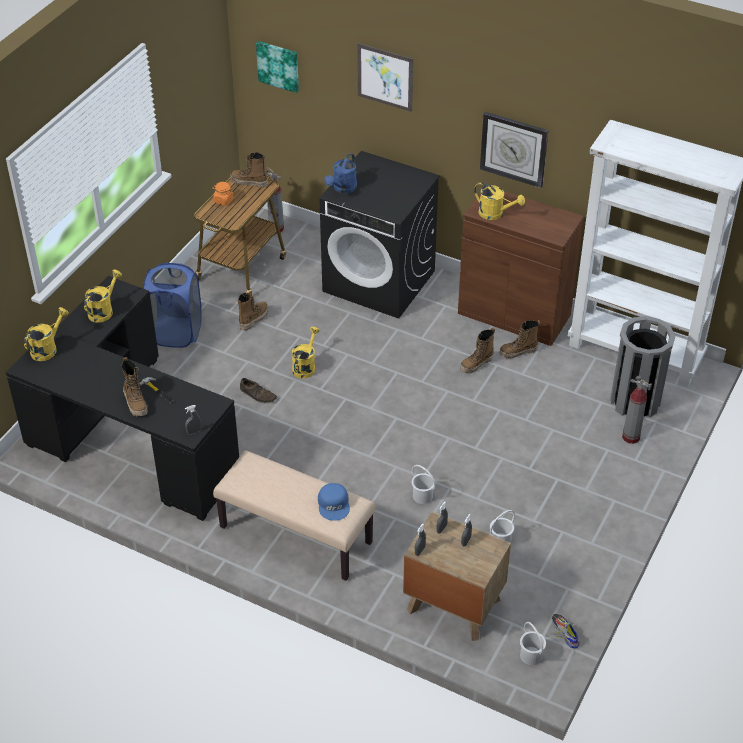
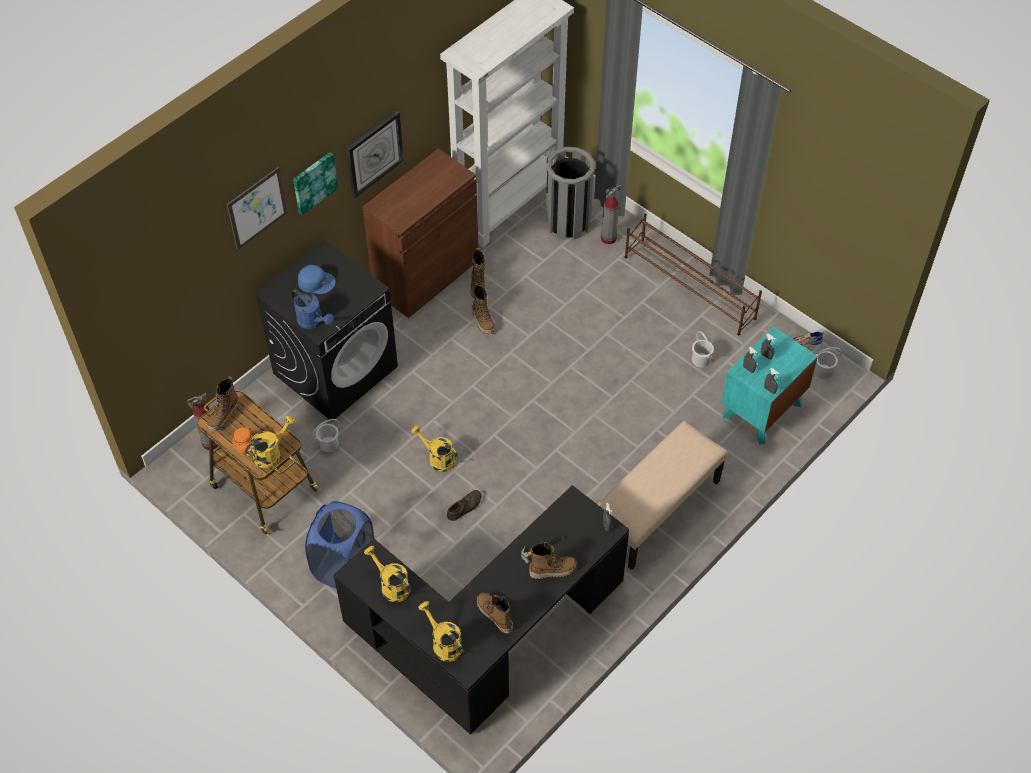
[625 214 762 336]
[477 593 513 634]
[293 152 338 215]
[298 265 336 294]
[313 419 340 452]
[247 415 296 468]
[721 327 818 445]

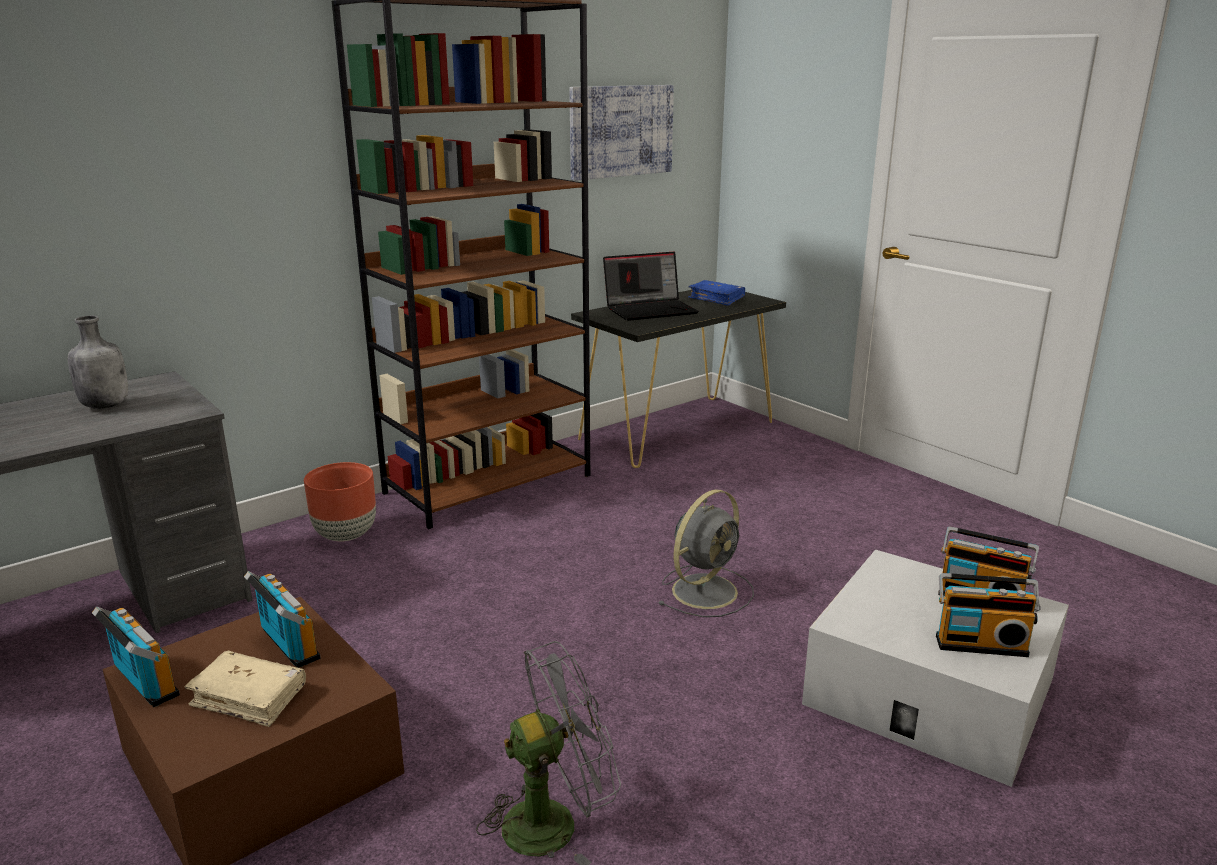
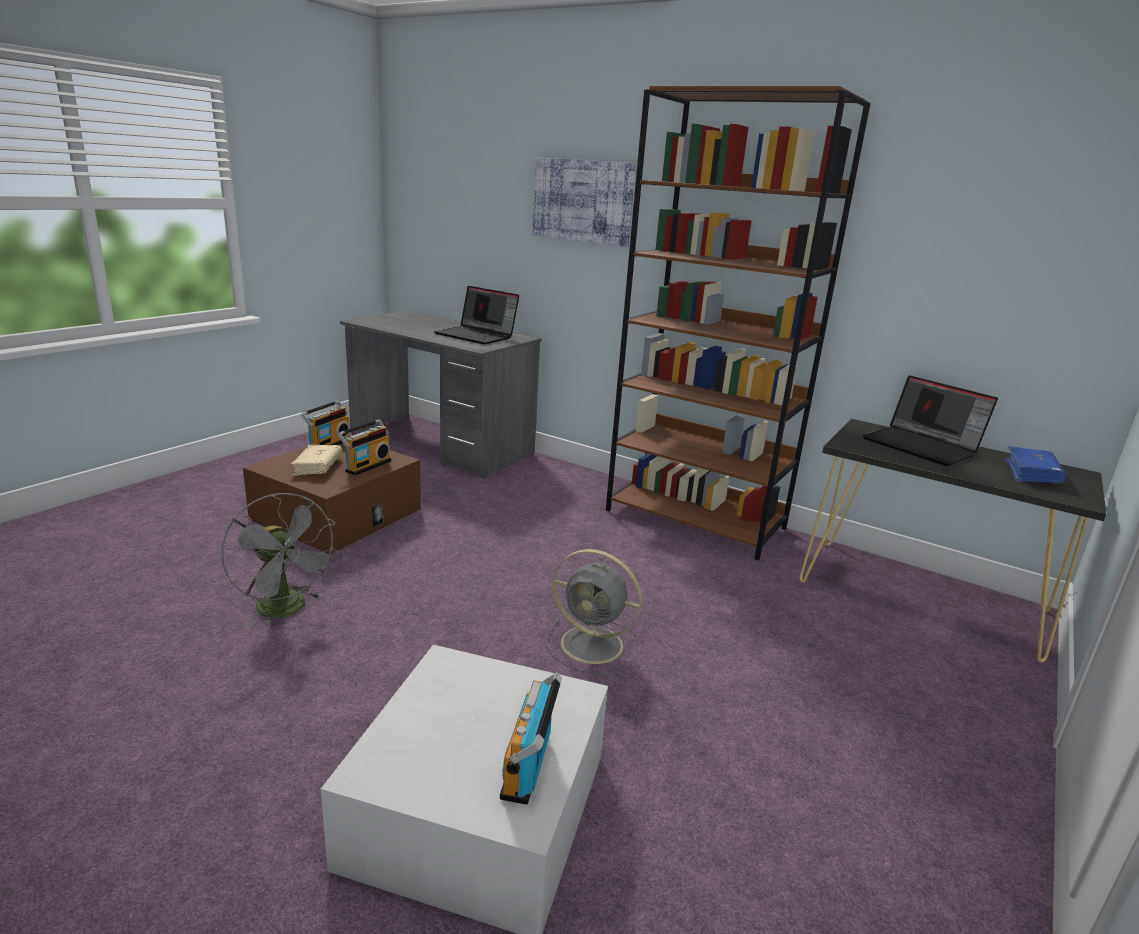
[304 462 376 541] (first image)
[936 573 1041 657] (first image)
[532 157 636 246]
[434 286 519 344]

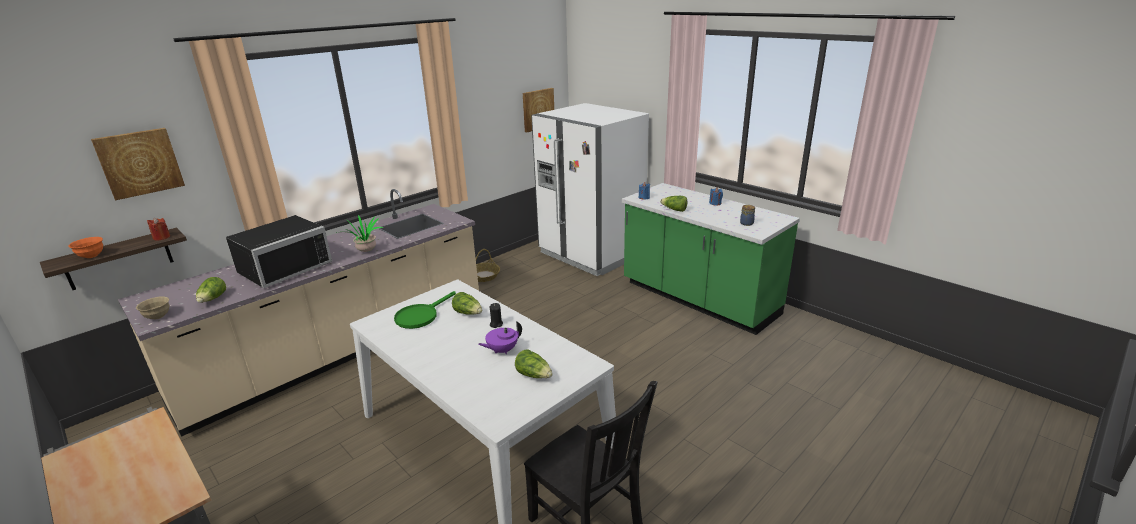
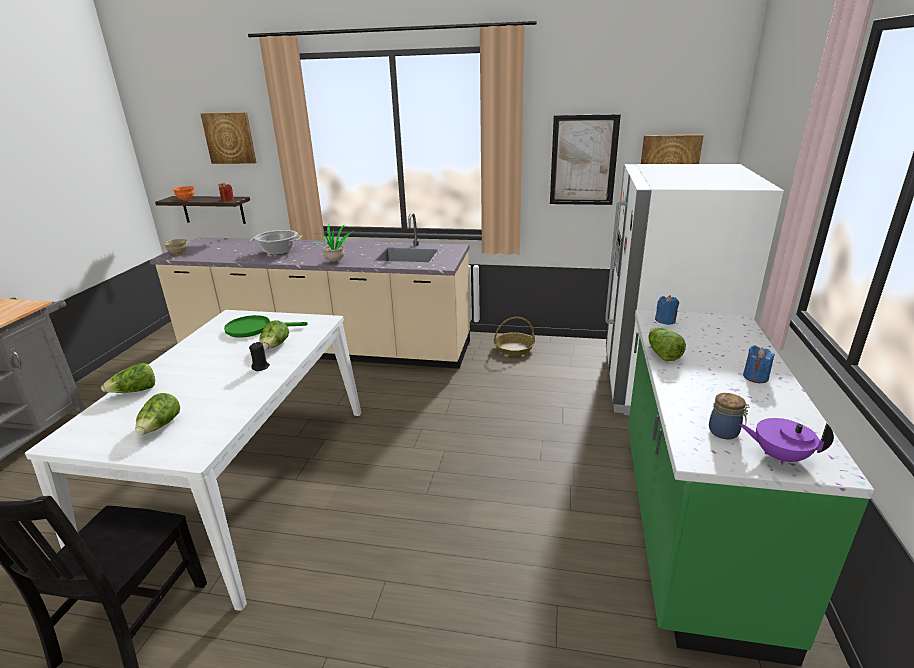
[550 114 621 205]
[101 363 155 393]
[739 418 834 465]
[250 230 302 255]

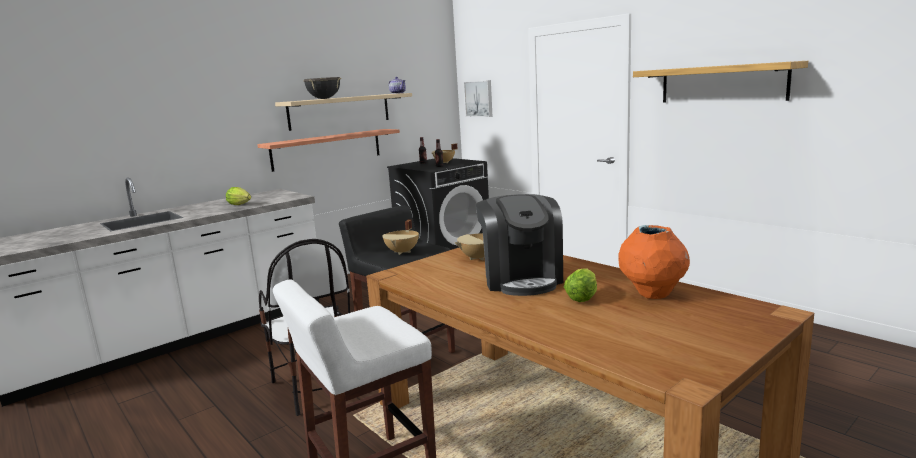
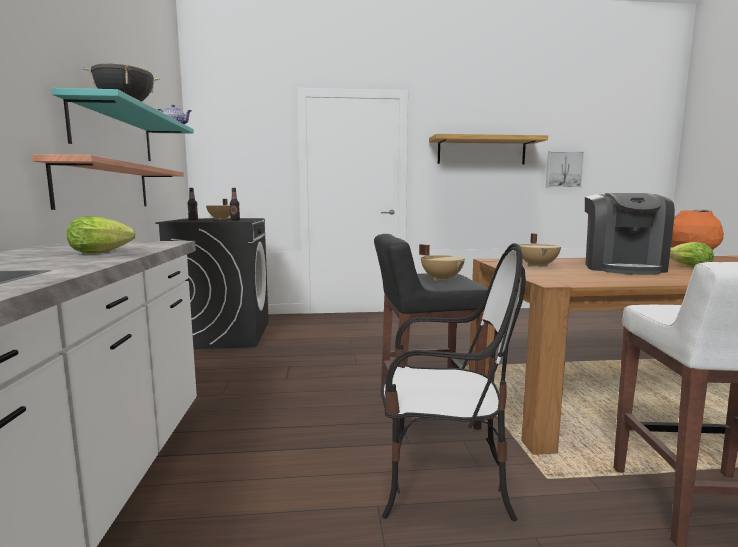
[546 151 584 188]
[52 88 194 161]
[585 193 675 275]

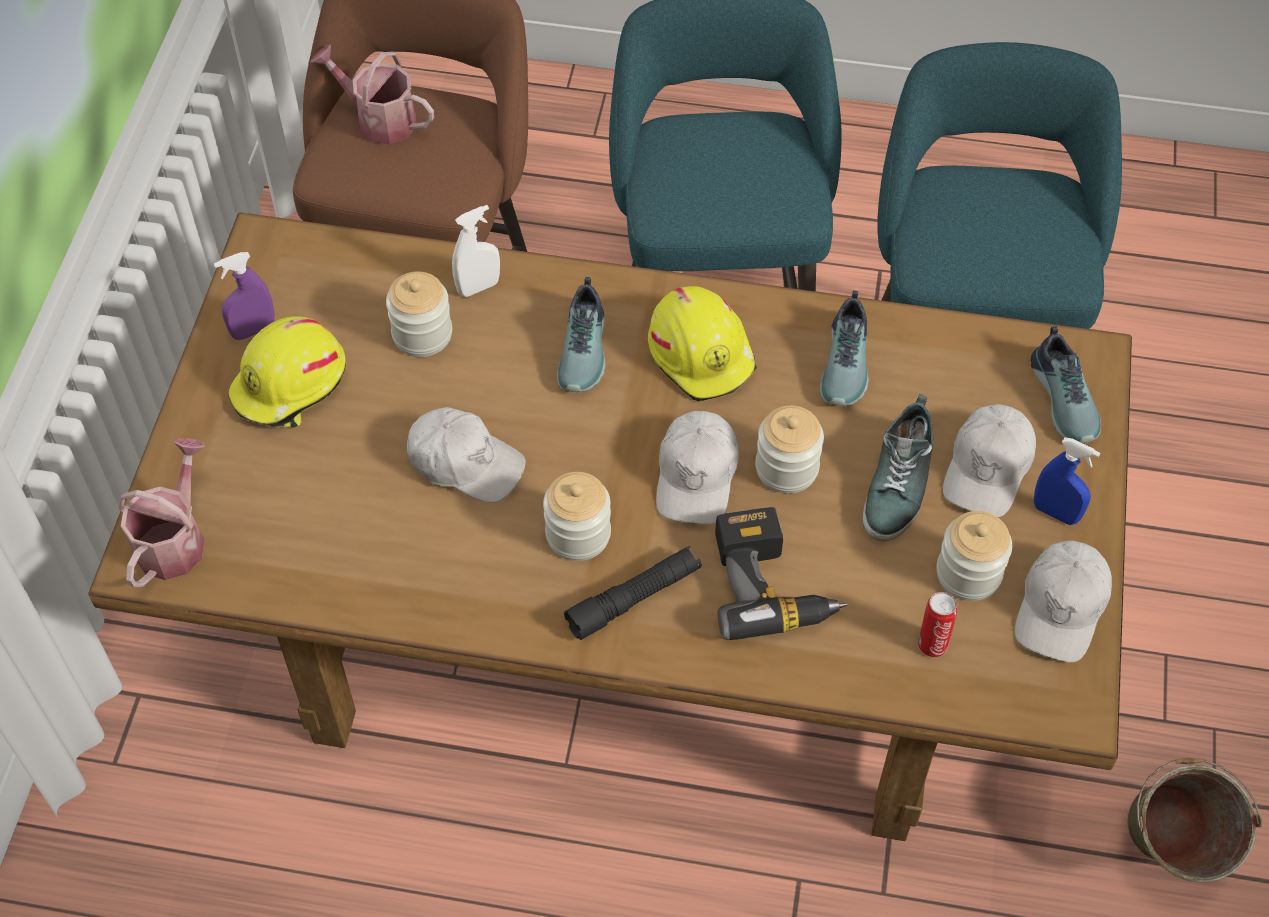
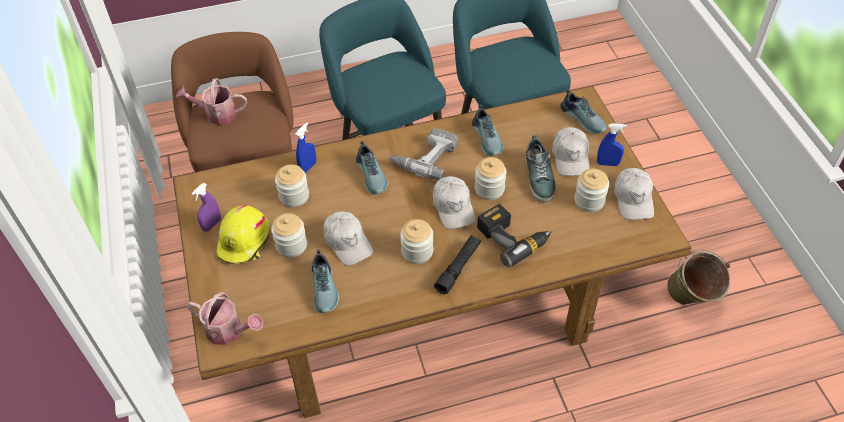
[918 592 958 657] (first image)
[271 213 307 258]
[312 249 339 313]
[389 128 458 180]
[295 123 316 173]
[187 292 263 345]
[323 211 373 266]

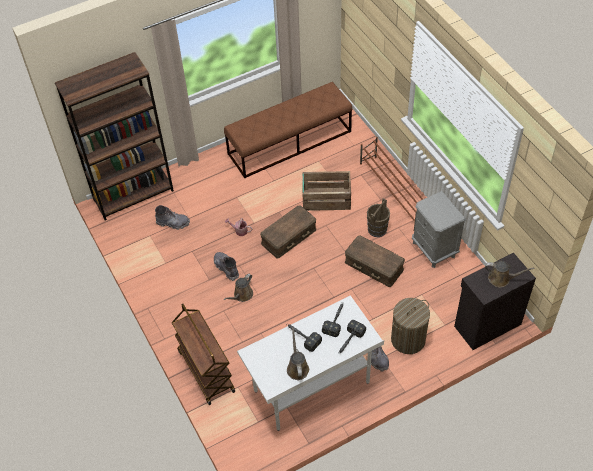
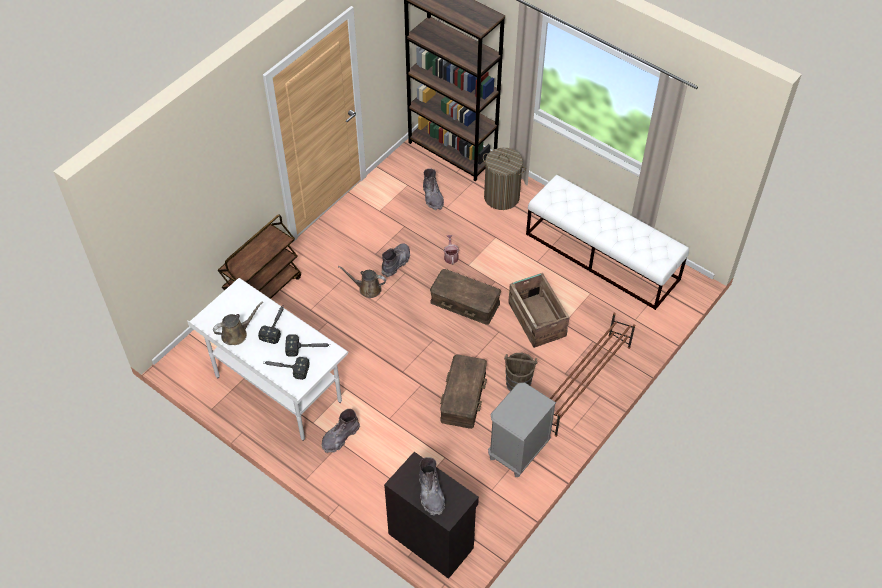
[483 148 526 210]
[419 457 445 515]
[526 175 689 310]

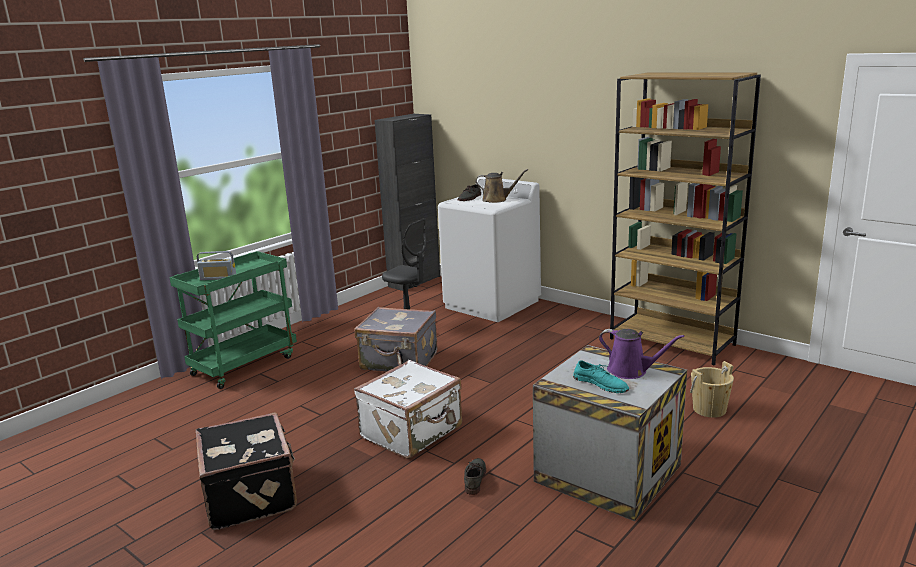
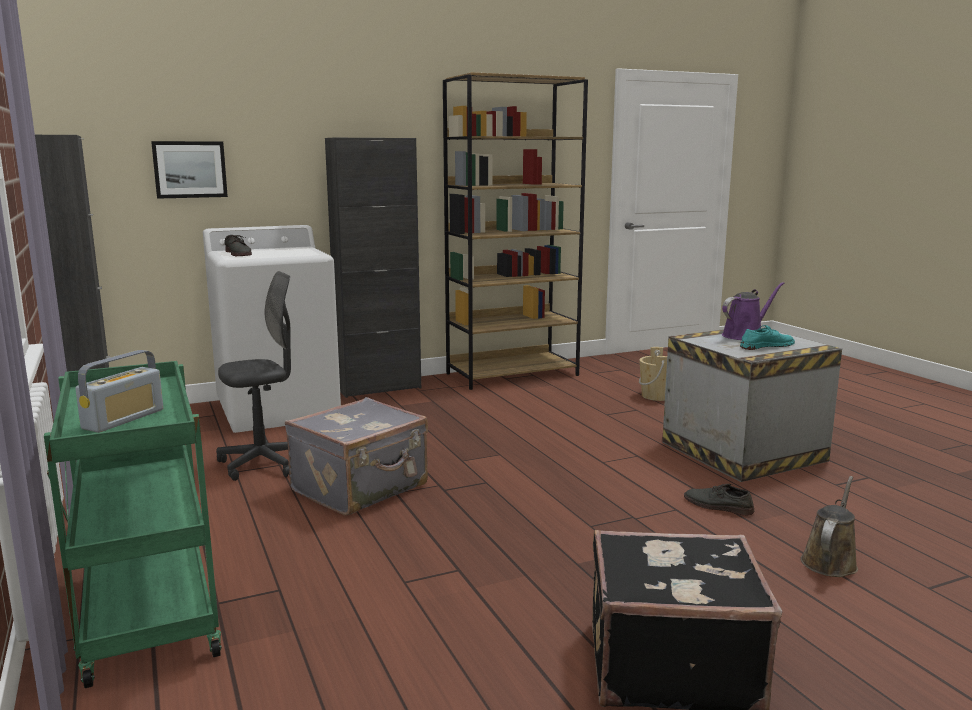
[354 360 462 459] (first image)
[151 141 228 199]
[325 137 421 398]
[801 476 858 577]

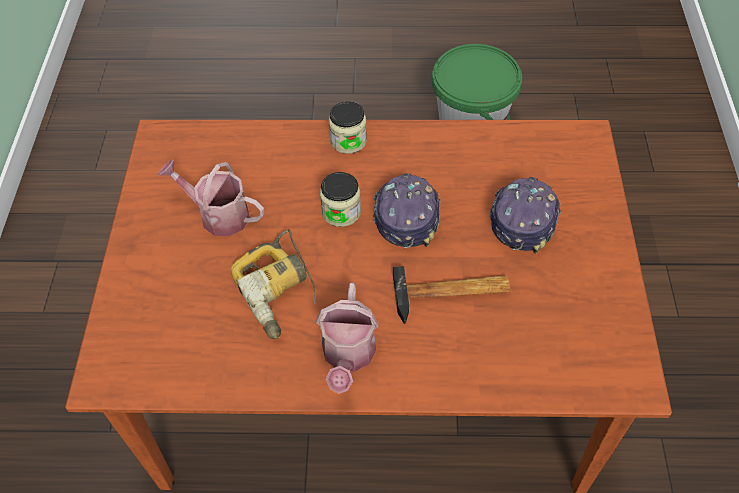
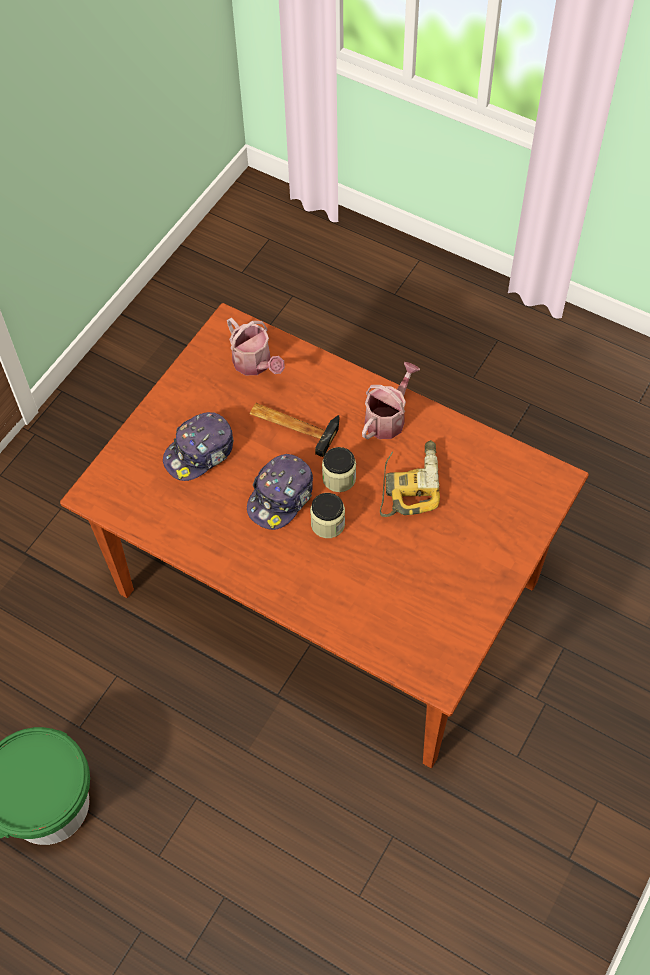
[227 318 285 375]
[322 447 356 492]

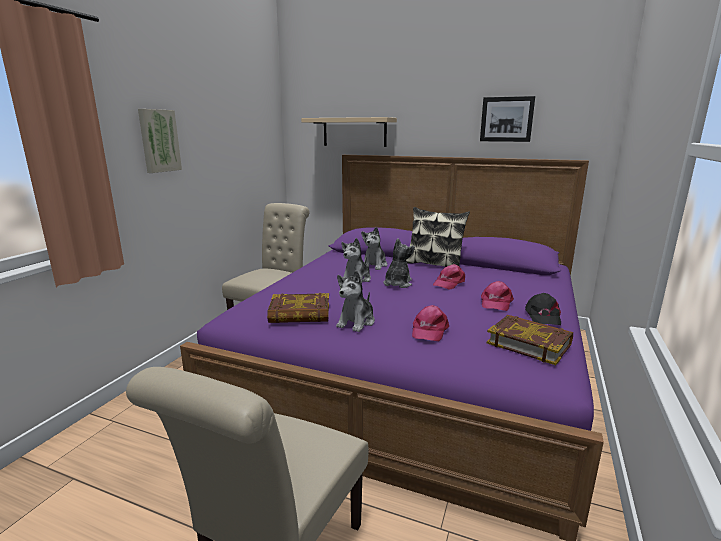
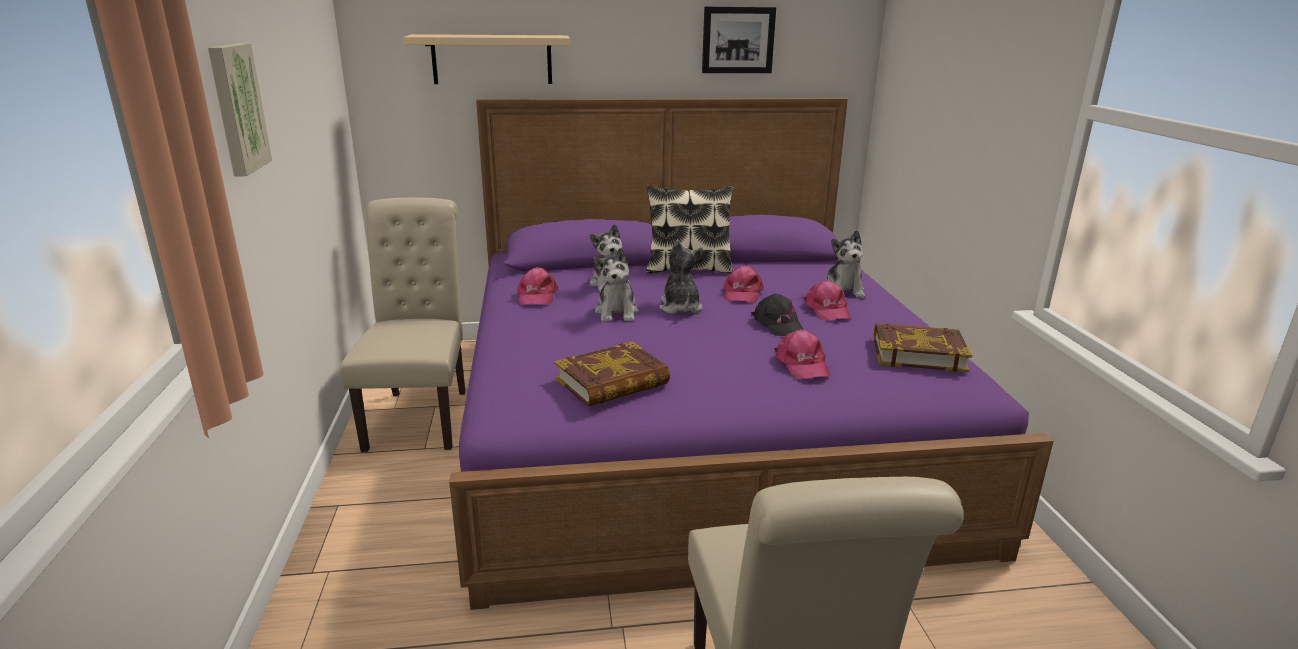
[517 267 558 305]
[827 230 865 298]
[751 294 804 336]

